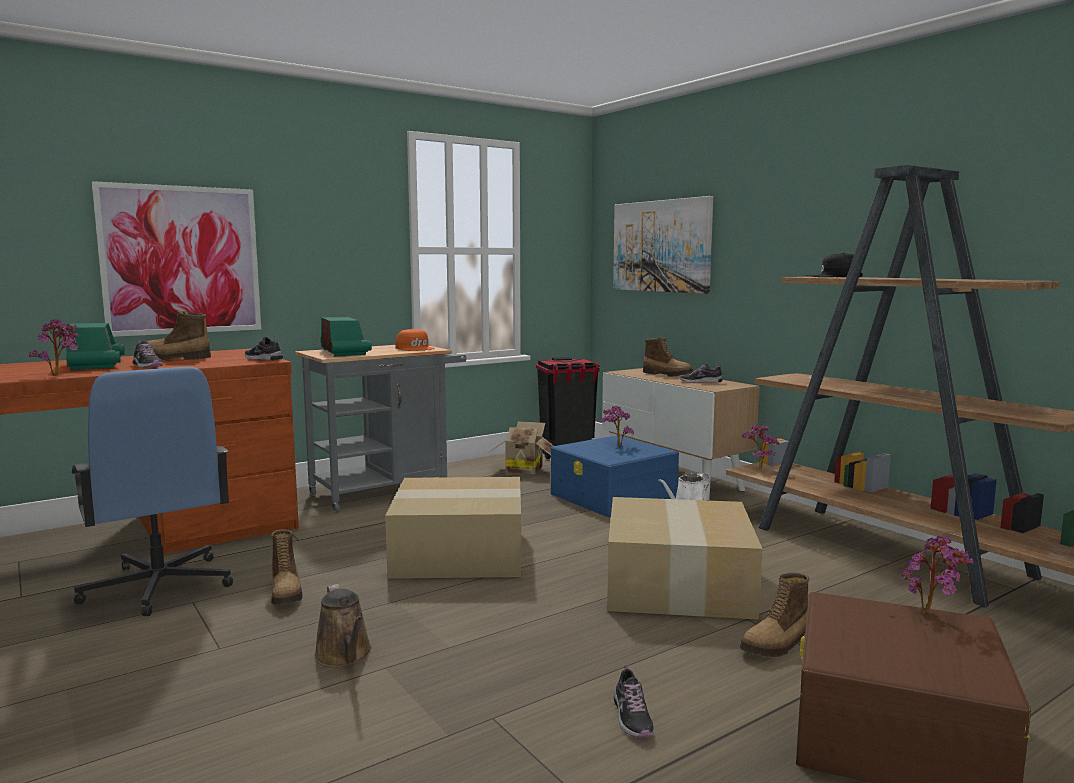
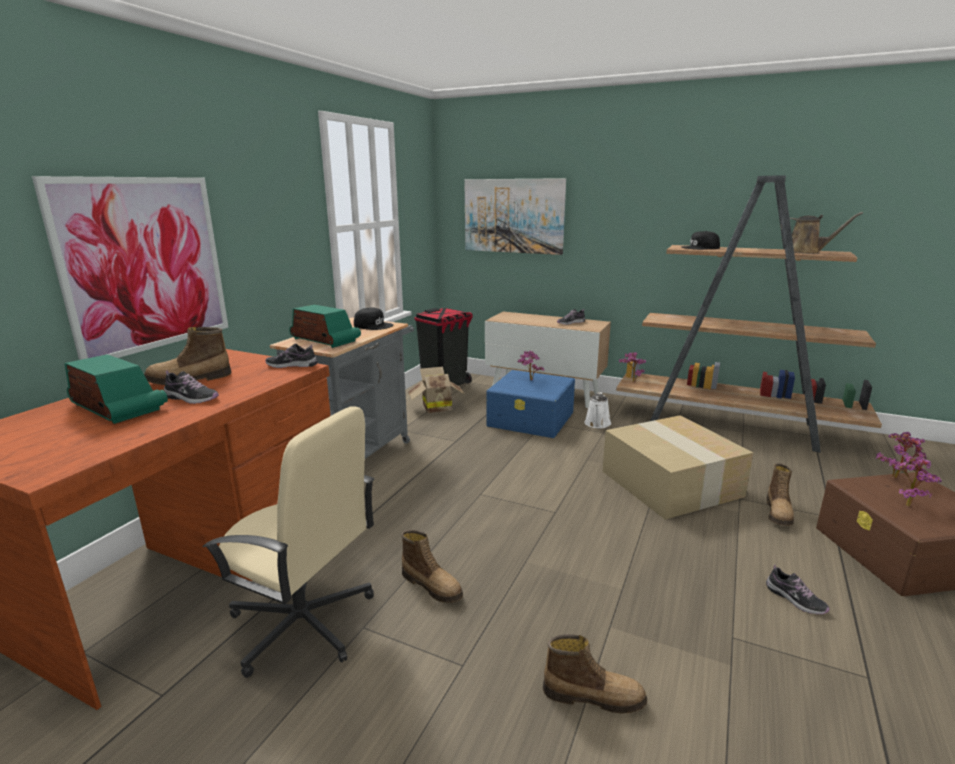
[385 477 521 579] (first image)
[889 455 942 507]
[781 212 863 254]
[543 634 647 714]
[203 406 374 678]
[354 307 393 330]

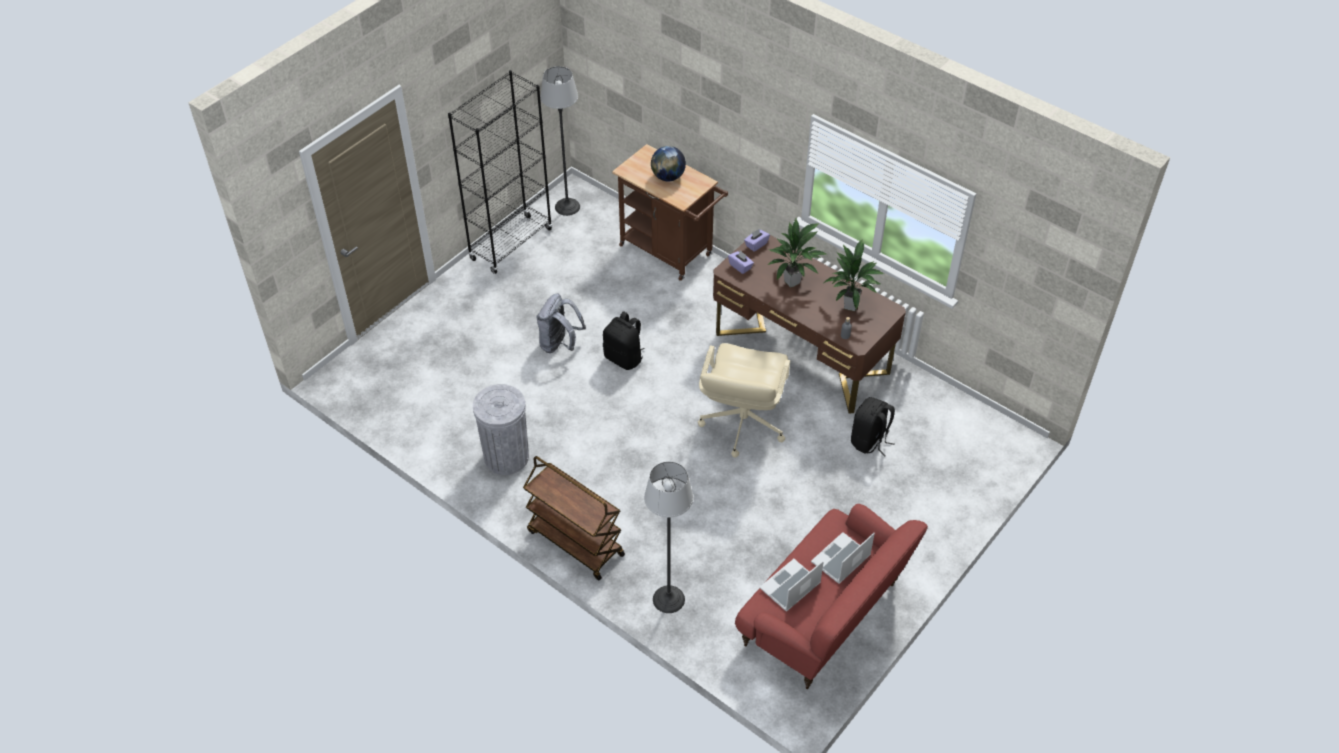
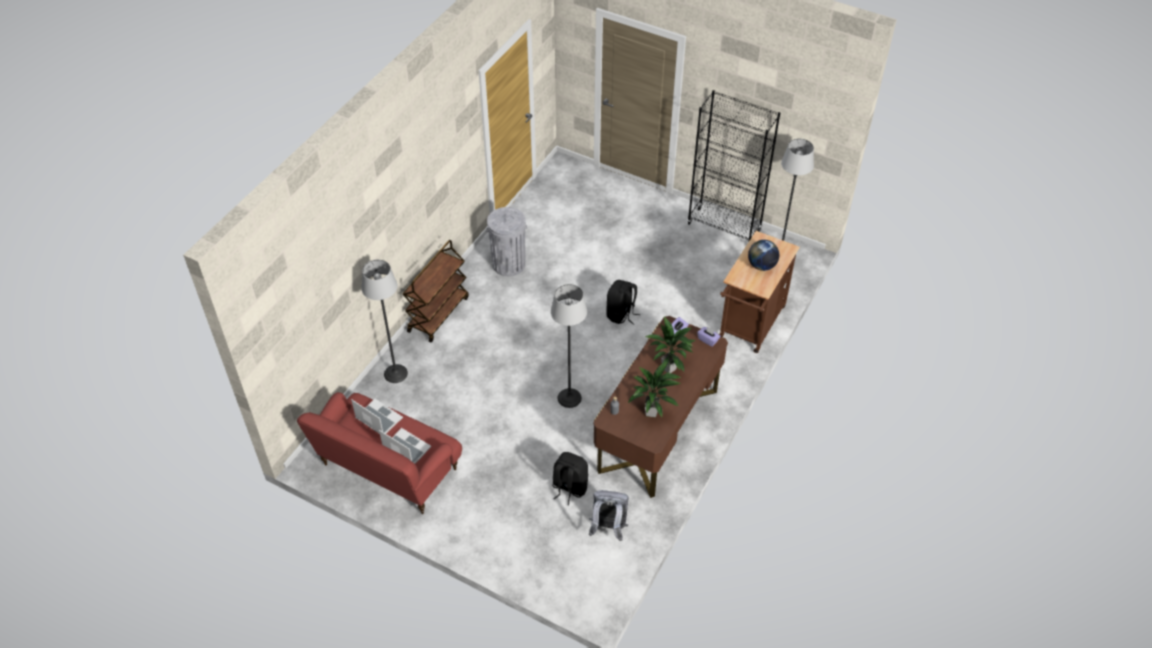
[589 490 629 541]
[551 284 587 408]

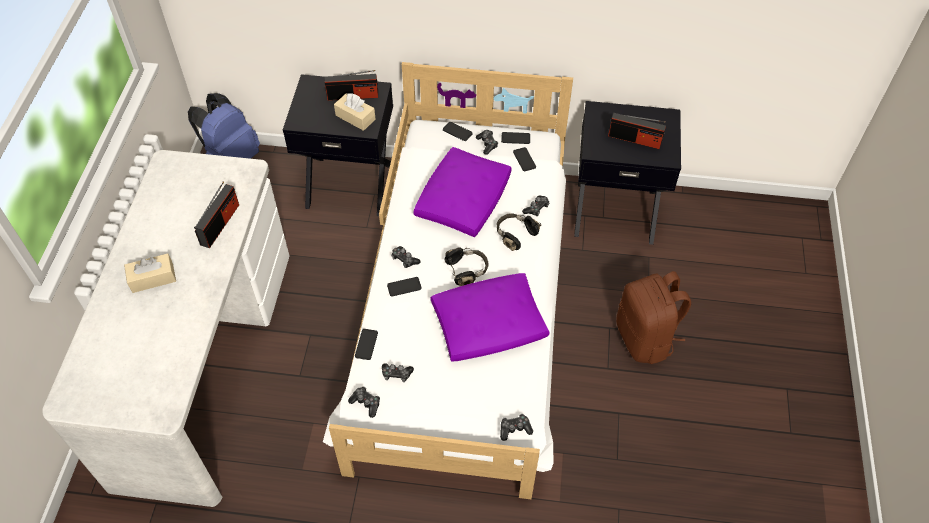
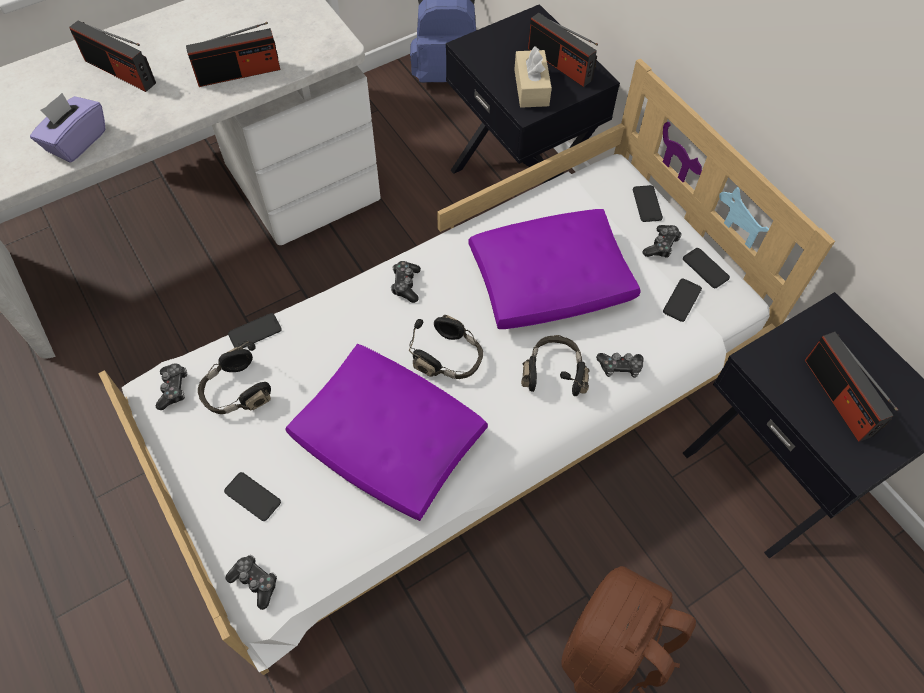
[30 93 106 163]
[224 472 281 521]
[69 21 156 92]
[198 341 271 414]

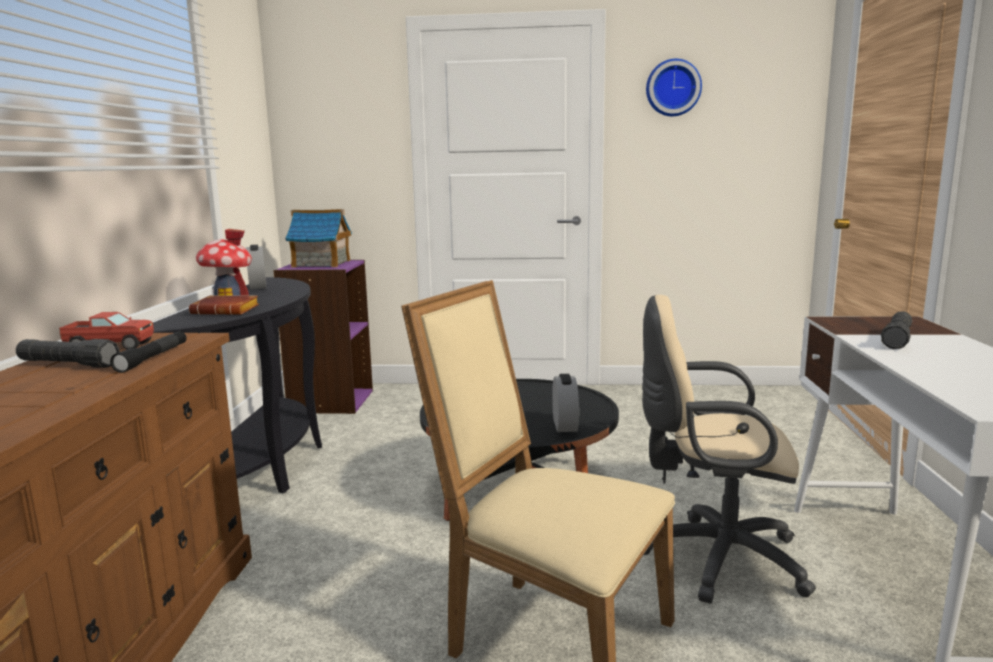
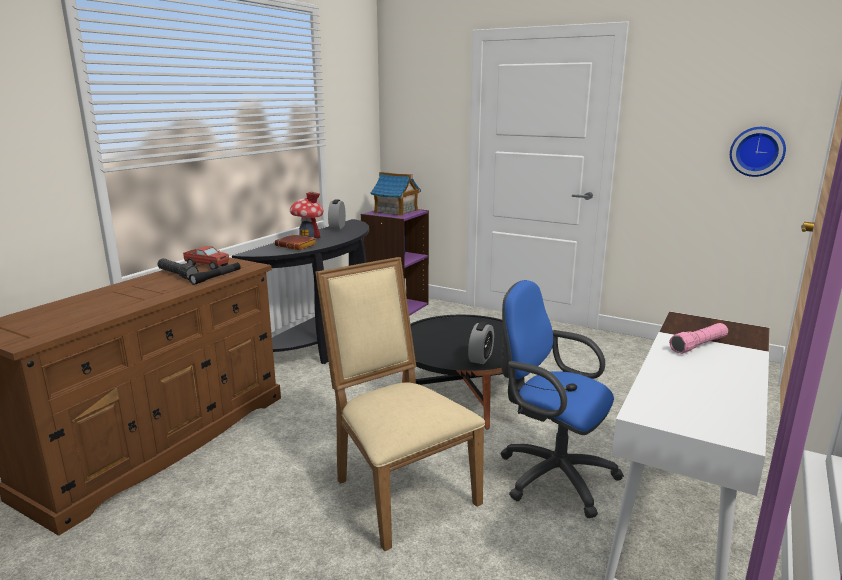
[730 127 786 177]
[500 280 624 518]
[669 323 728 354]

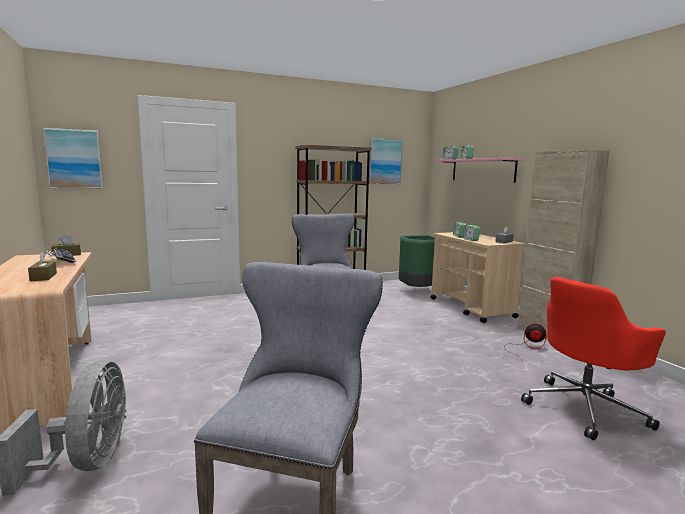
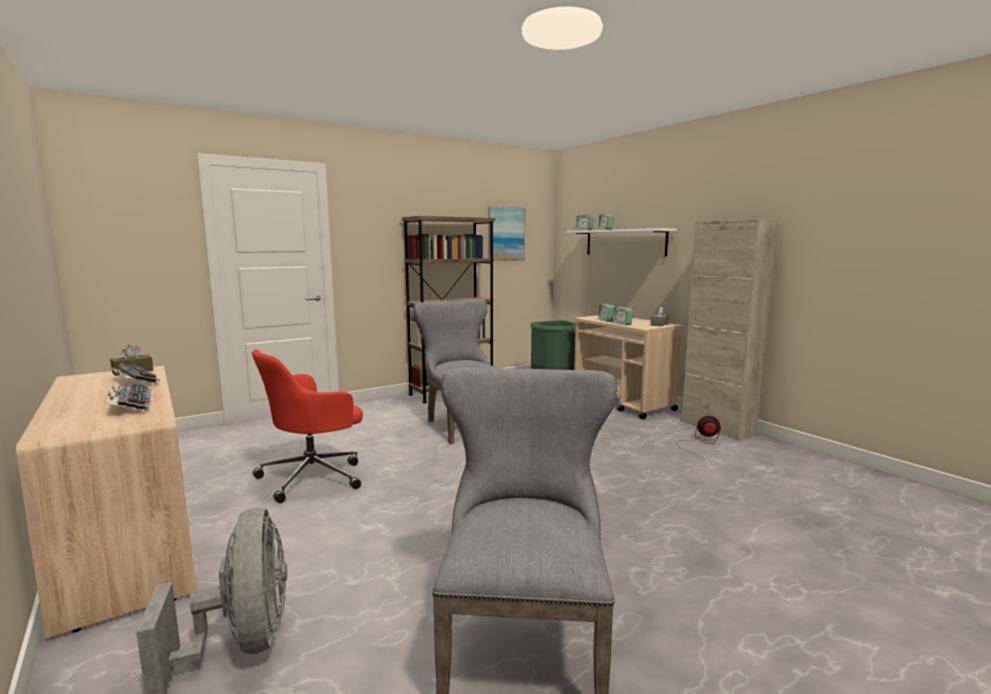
[43 128 103 188] (first image)
[252 349 363 503]
[105 381 151 412]
[567 228 677 257]

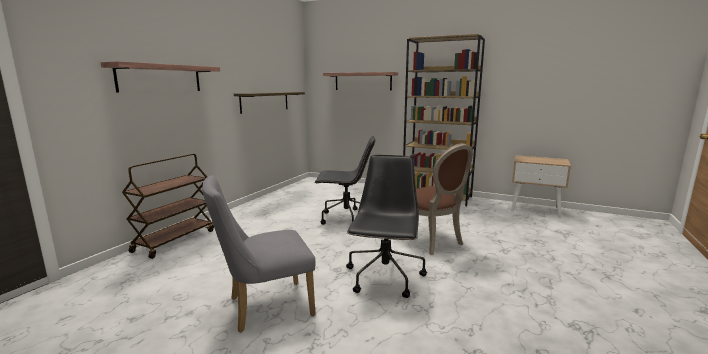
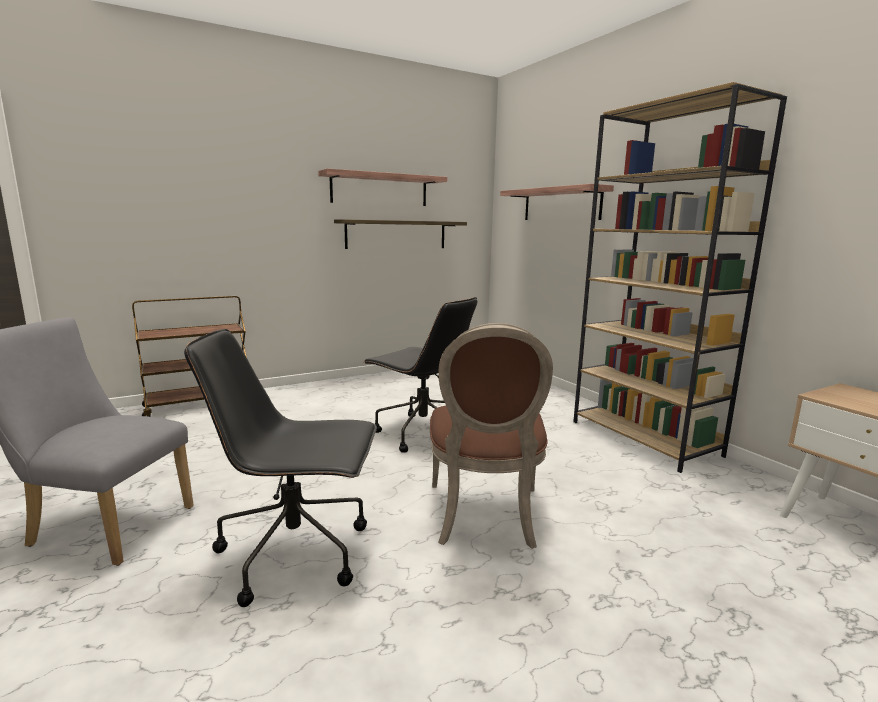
[318 168 447 206]
[184 329 377 607]

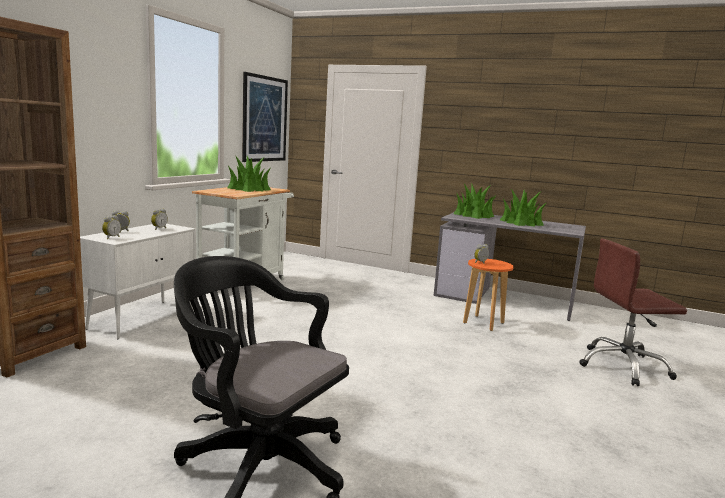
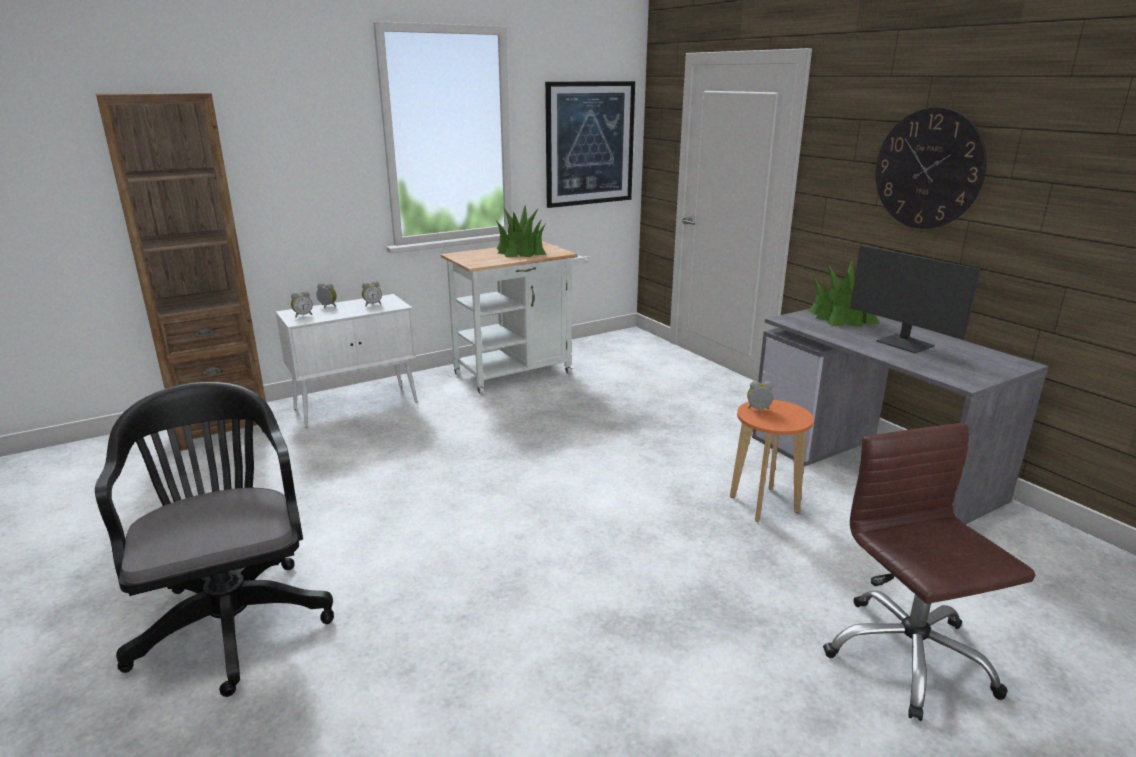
[876 107 987 229]
[850 245 980 353]
[823 423 1035 721]

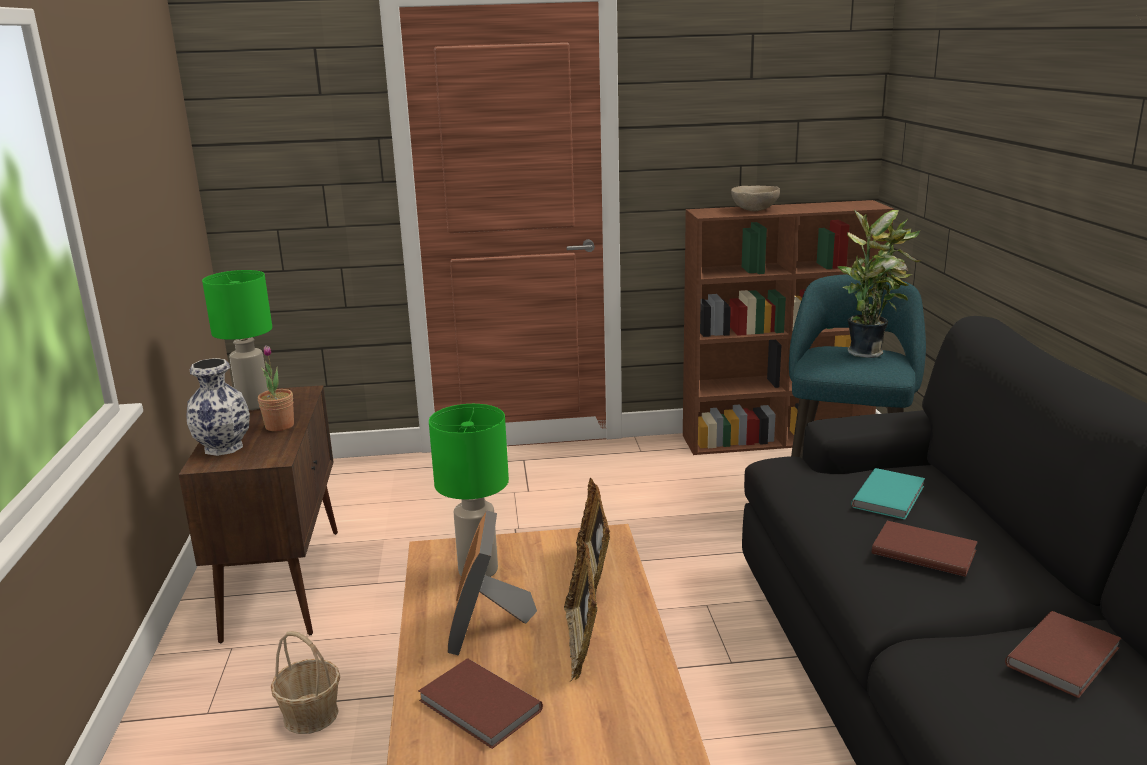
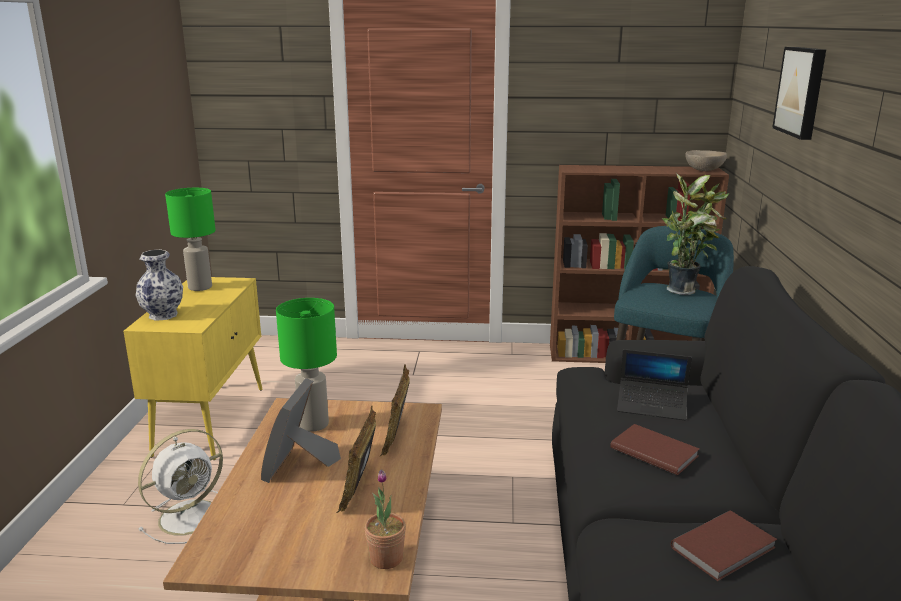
[418 658 543 749] (first image)
[772 47 826 140]
[365 469 406 569]
[685 150 727 171]
[138 429 223 544]
[617 349 692 420]
[123 277 262 460]

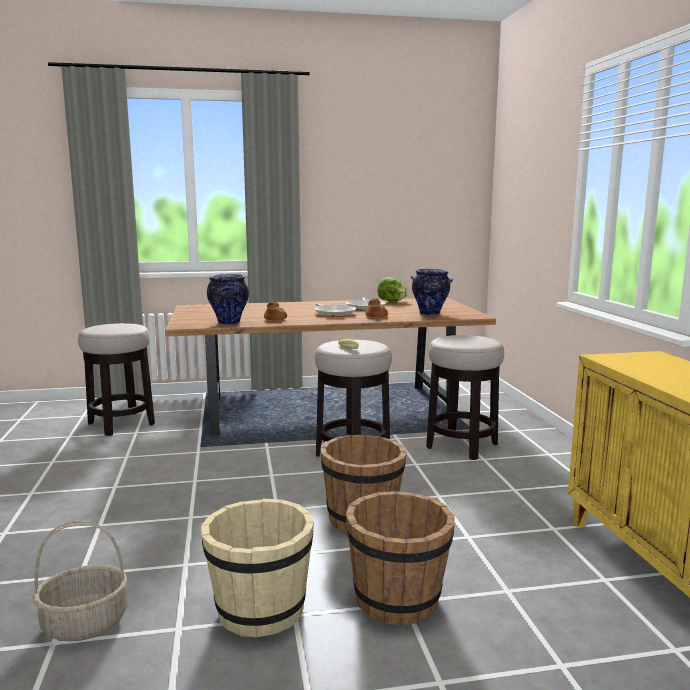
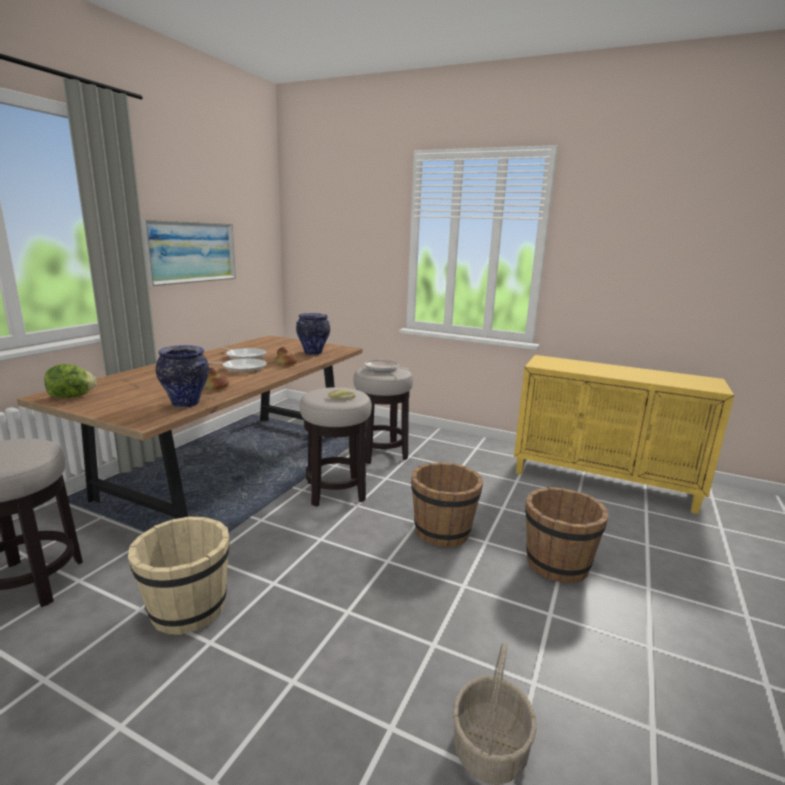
[142 219 236 286]
[364 360 409 372]
[128 516 230 635]
[44 364 96 398]

